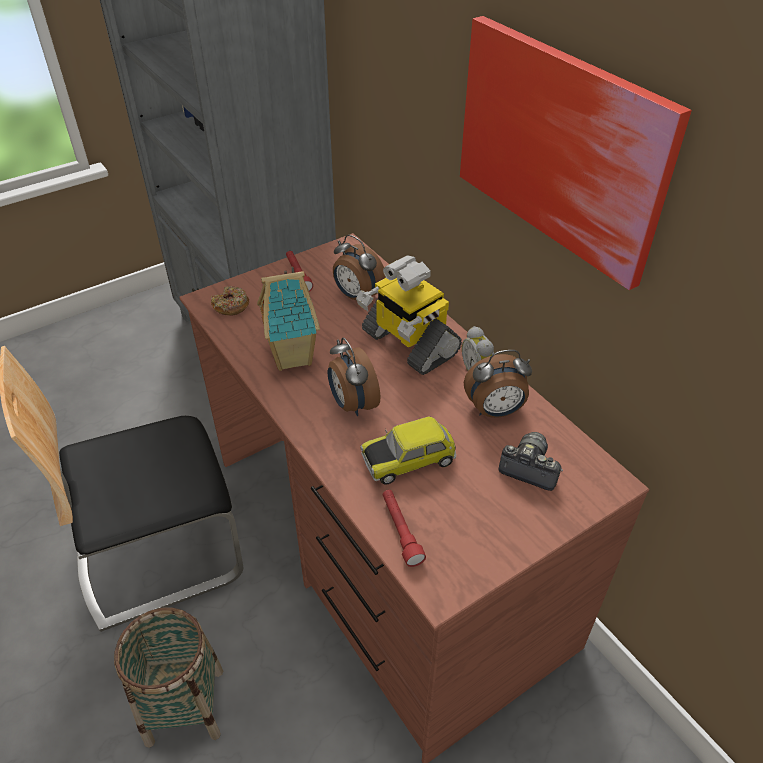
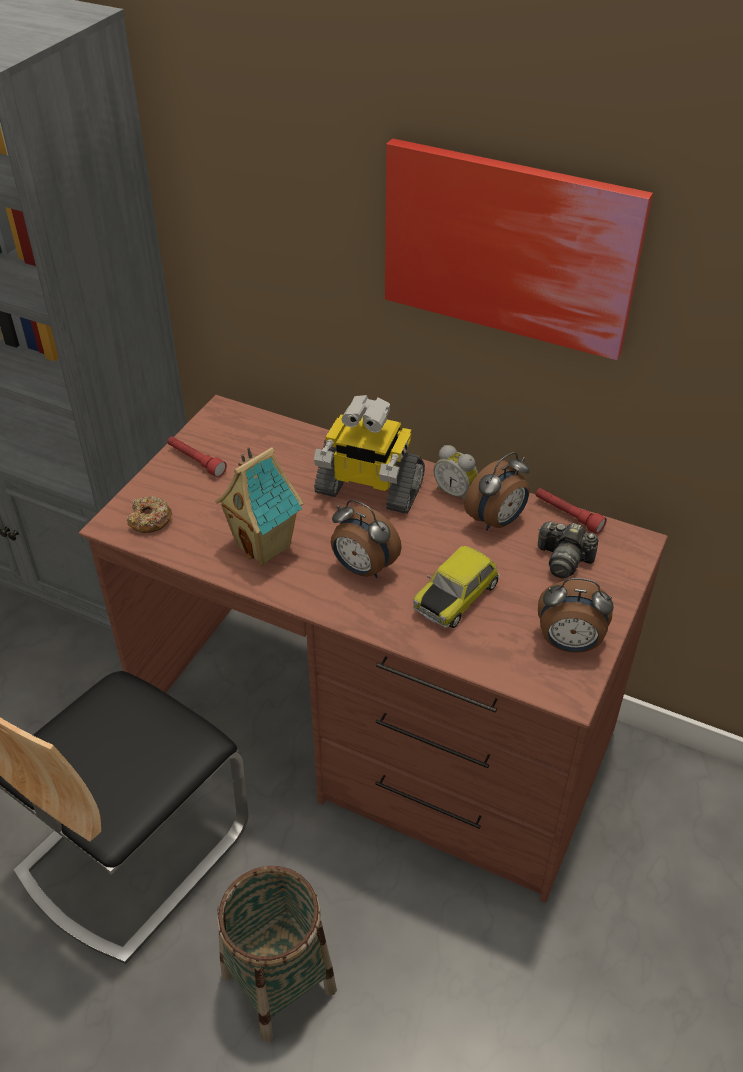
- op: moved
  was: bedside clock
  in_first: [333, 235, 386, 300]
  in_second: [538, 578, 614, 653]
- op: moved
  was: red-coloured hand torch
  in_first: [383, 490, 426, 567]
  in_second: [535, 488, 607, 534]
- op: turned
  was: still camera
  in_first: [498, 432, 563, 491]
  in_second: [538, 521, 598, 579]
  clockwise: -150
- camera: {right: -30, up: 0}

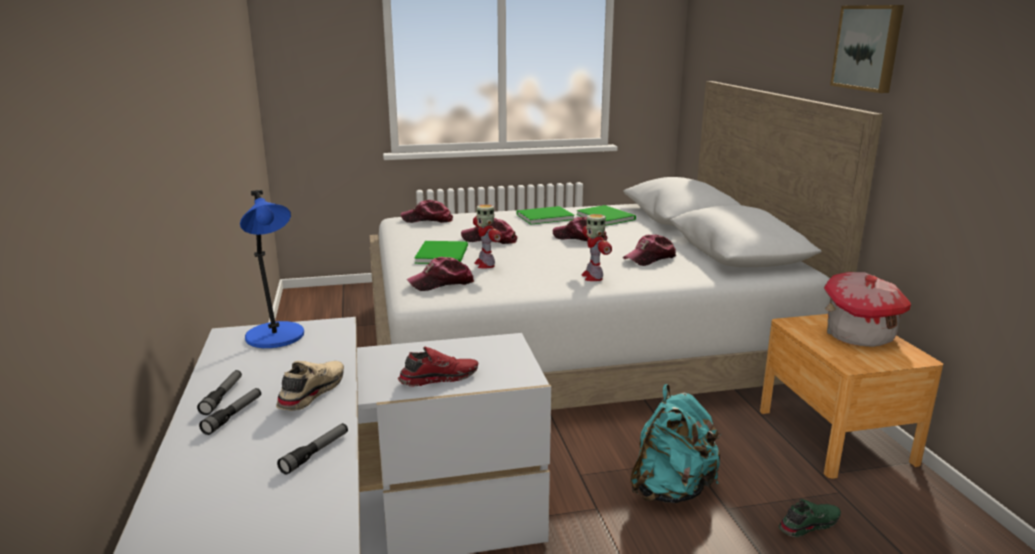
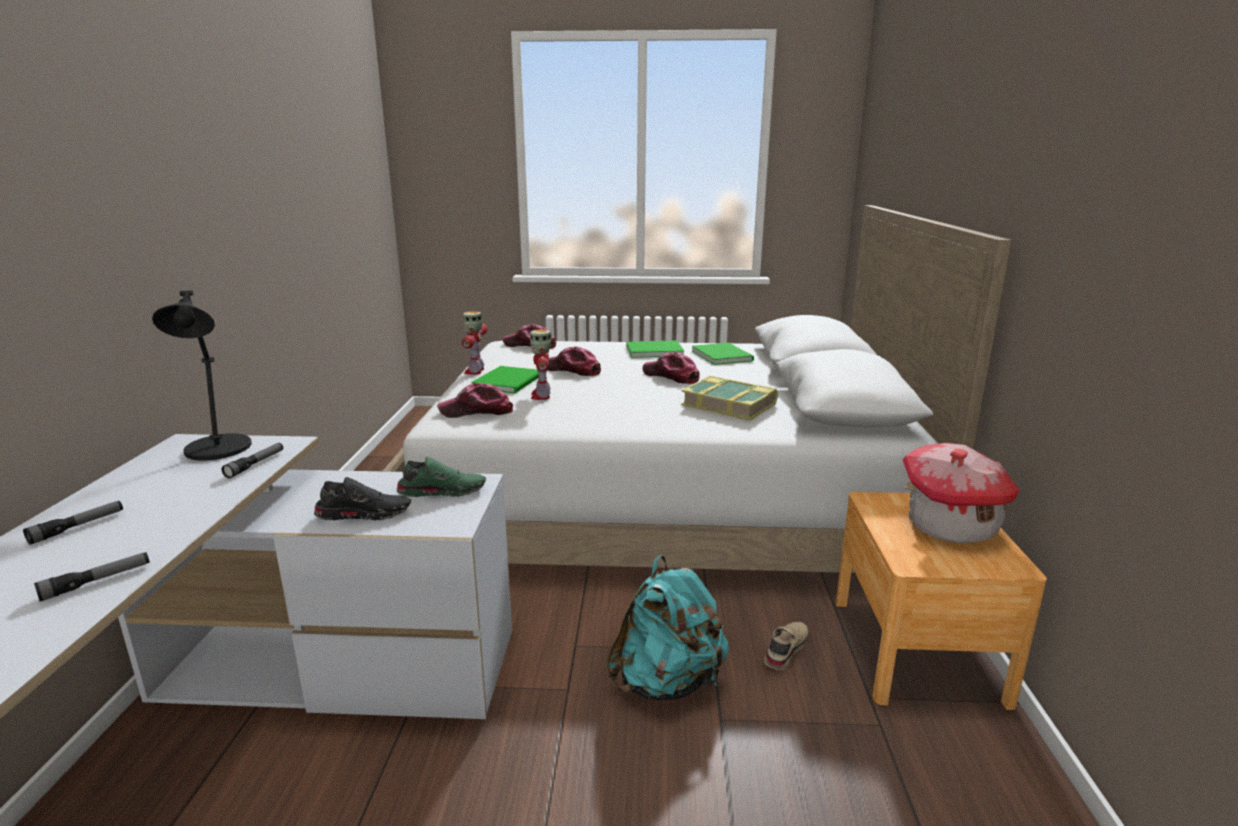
- op: moved
  was: hand torch
  in_first: [197, 370, 242, 415]
  in_second: [222, 443, 283, 478]
- op: recoloured
  was: bluish lamp for a table
  now: black-coloured lamp for a table
  in_first: [240, 190, 304, 348]
  in_second: [152, 290, 252, 460]
- op: moved
  was: sand-coloured low shoe
  in_first: [276, 361, 344, 411]
  in_second: [764, 622, 808, 670]
- op: recoloured
  was: red-coloured low shoe
  now: black-coloured low shoe
  in_first: [398, 347, 478, 386]
  in_second: [314, 477, 411, 520]
- op: moved
  was: robot figure
  in_first: [581, 214, 612, 281]
  in_second: [462, 311, 488, 375]
- op: replaced
  was: baseball cap
  now: volume
  in_first: [623, 234, 676, 266]
  in_second: [681, 376, 778, 421]
- op: moved
  was: greenish low shoe
  in_first: [779, 499, 841, 537]
  in_second: [397, 457, 486, 497]
- op: removed
  was: wall art
  in_first: [830, 5, 904, 93]
- camera: {right: 15, up: 0}

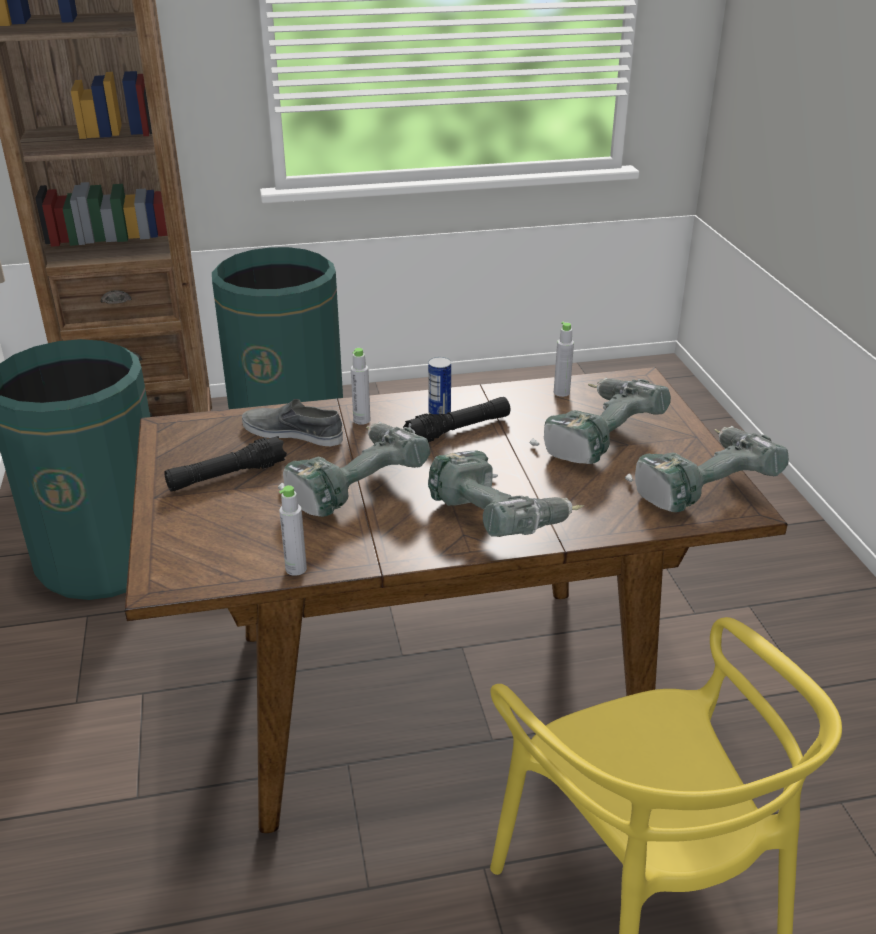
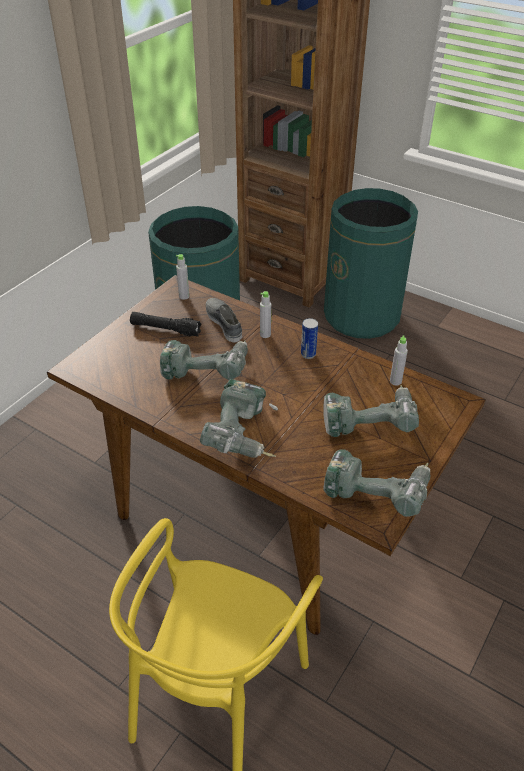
- op: moved
  was: greyish bottle
  in_first: [279, 485, 307, 576]
  in_second: [176, 254, 189, 300]
- op: removed
  was: black-coloured hand torch
  in_first: [403, 397, 510, 442]
- camera: {right: 45, up: 10}

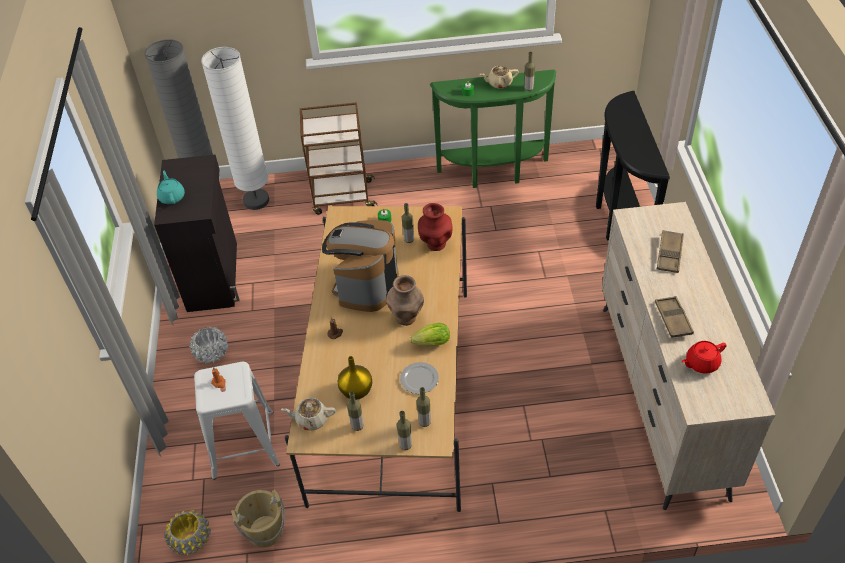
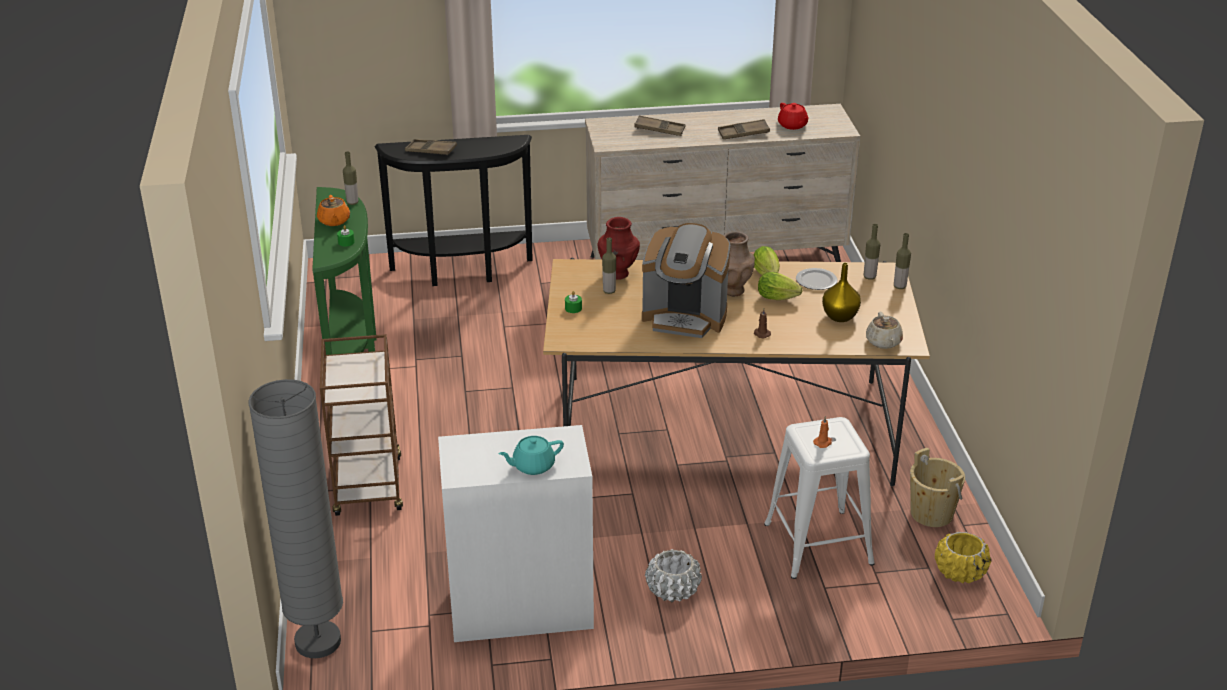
- op: recoloured
  was: black-coloured storage cabinet
  now: white storage cabinet
  in_first: [154, 155, 240, 312]
  in_second: [438, 425, 594, 642]
- op: removed
  was: white standing lamp
  in_first: [201, 47, 269, 210]
- op: removed
  was: bottle
  in_first: [347, 391, 364, 431]
- op: recoloured
  was: sand-coloured tea pot
  now: orange tea pot
  in_first: [480, 65, 519, 89]
  in_second: [317, 195, 350, 226]
- op: added
  now: brown-coloured tray
  in_second: [405, 139, 457, 155]
- op: added
  now: lettuce head
  in_second: [758, 272, 803, 300]
- camera: {right: -95, up: -15}

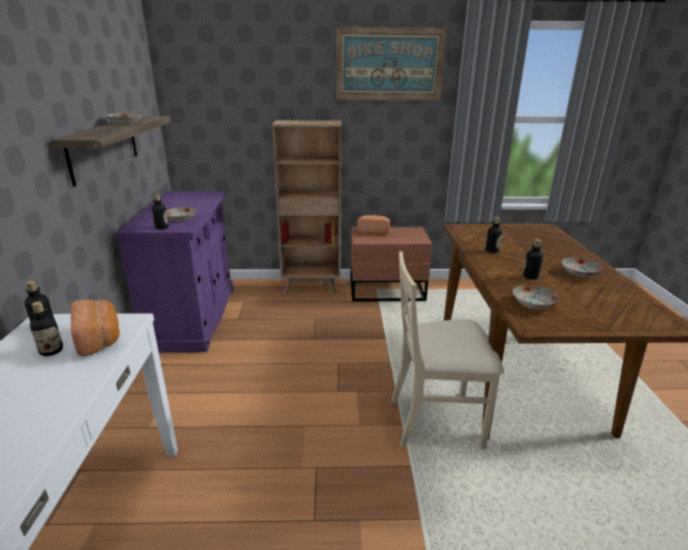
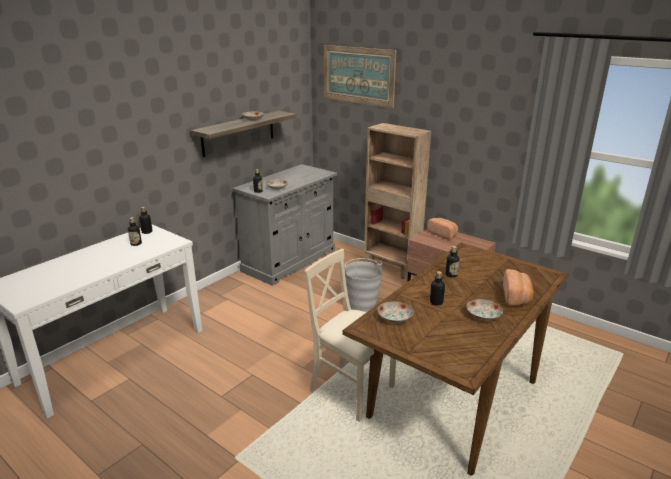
- op: moved
  was: bread
  in_first: [71, 299, 120, 356]
  in_second: [503, 269, 534, 306]
- op: recoloured
  was: purple storage cabinet
  now: greyish storage cabinet
  in_first: [115, 192, 234, 353]
  in_second: [232, 164, 337, 286]
- op: moved
  was: wall art
  in_first: [336, 27, 447, 101]
  in_second: [324, 45, 396, 108]
- op: added
  now: greyish water bucket
  in_second: [344, 258, 382, 312]
- camera: {right: 40, up: 0}

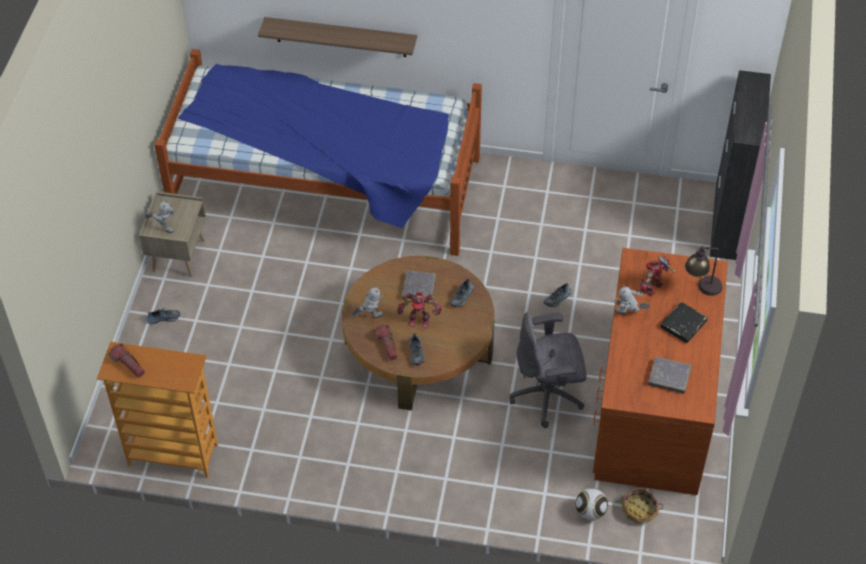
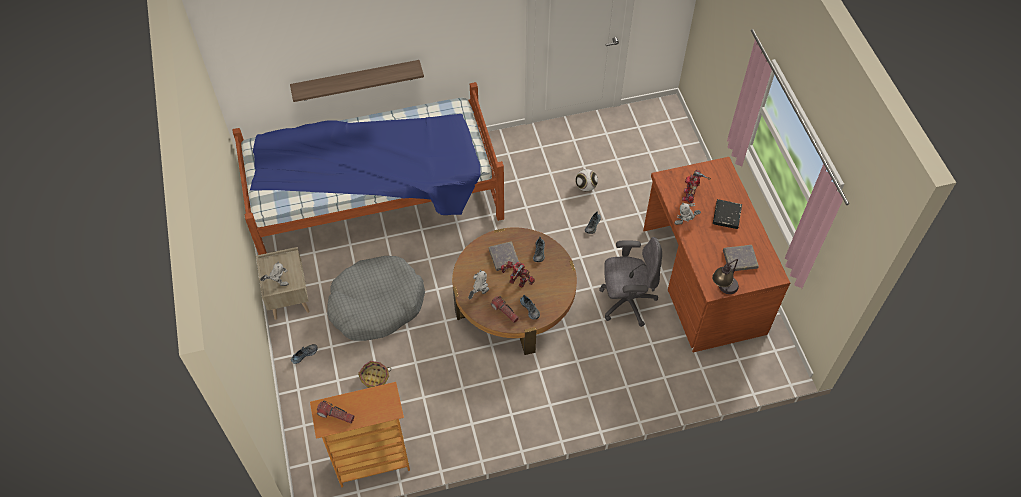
- op: turned
  was: robot figure
  in_first: [397, 282, 442, 328]
  in_second: [501, 261, 535, 287]
  clockwise: -135
- op: turned
  was: greyish desk chair
  in_first: [509, 312, 587, 428]
  in_second: [599, 237, 662, 327]
  clockwise: -150
- op: moved
  was: football
  in_first: [576, 488, 608, 520]
  in_second: [576, 169, 598, 192]
- op: moved
  was: storage basket
  in_first: [621, 488, 663, 523]
  in_second: [358, 361, 391, 388]
- op: moved
  was: lamp for a table
  in_first: [685, 246, 723, 296]
  in_second: [712, 259, 739, 294]
- op: removed
  was: black-coloured storage cabinet
  in_first: [709, 70, 771, 260]
- op: added
  now: greyish pet bed
  in_second: [327, 256, 425, 341]
- camera: {right: -25, up: 5}

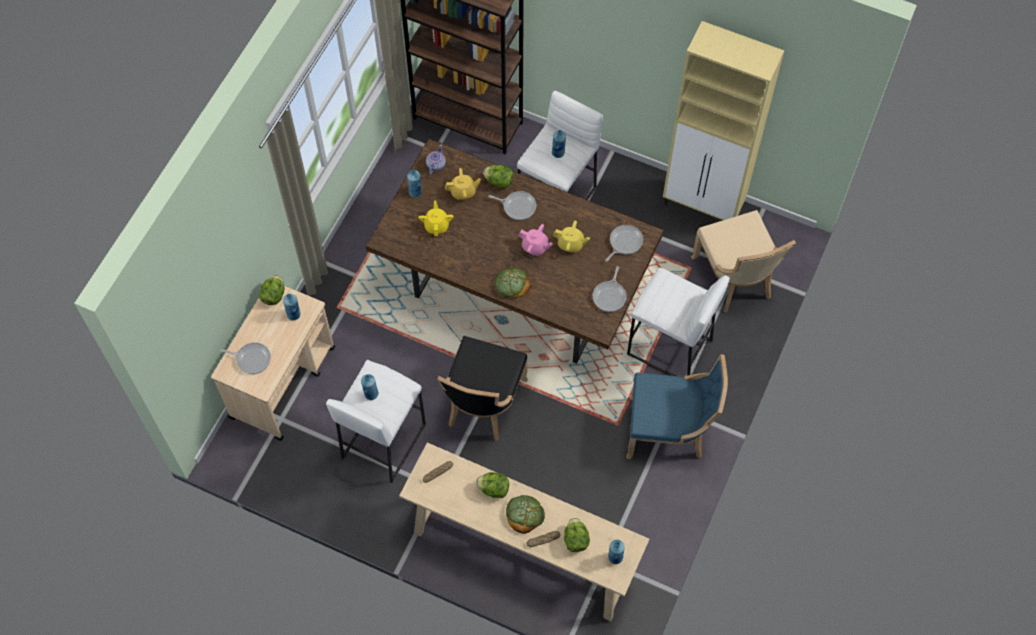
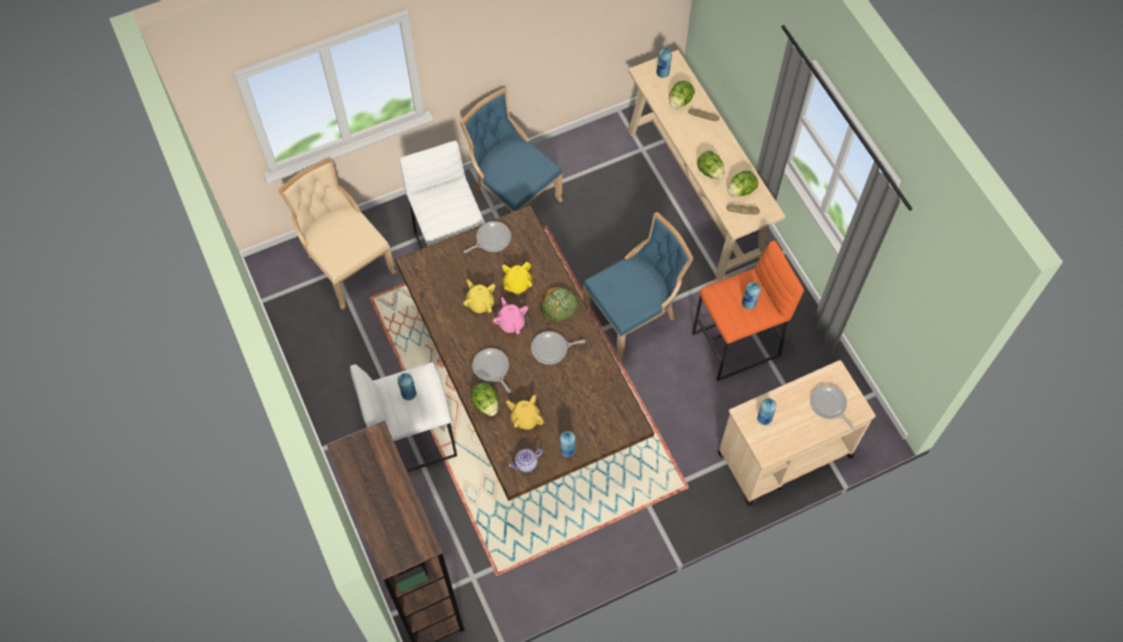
- op: moved
  was: lettuce head
  in_first: [259, 275, 284, 305]
  in_second: [728, 171, 758, 196]
- op: recoloured
  was: white sitting stool
  now: orange sitting stool
  in_first: [326, 360, 426, 483]
  in_second: [692, 240, 804, 381]
- op: moved
  was: yellow-coloured tea pot
  in_first: [418, 200, 454, 236]
  in_second: [502, 261, 532, 294]
- op: recoloured
  was: black-coloured plain chair
  now: bluish plain chair
  in_first: [437, 336, 528, 441]
  in_second: [583, 212, 693, 360]
- op: removed
  was: bread
  in_first: [506, 495, 545, 534]
- op: moved
  was: pan
  in_first: [605, 225, 643, 262]
  in_second: [531, 331, 585, 365]
- op: removed
  was: sand-coloured storage cabinet
  in_first: [663, 21, 784, 220]
- op: turned
  was: sand-coloured plain chair
  in_first: [691, 210, 796, 312]
  in_second: [278, 157, 397, 309]
  clockwise: -60
- camera: {right: -140, up: 0}

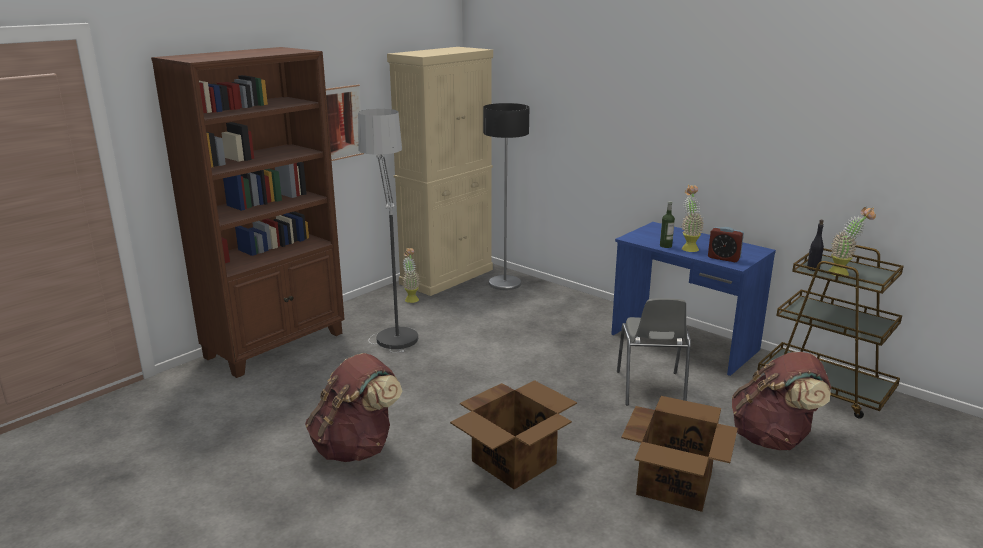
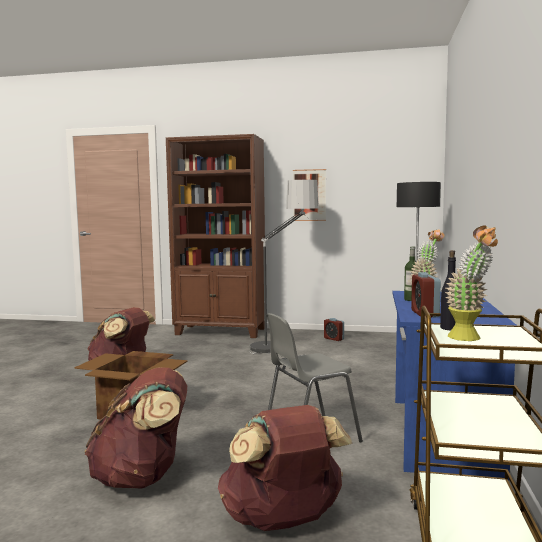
- op: removed
  was: sand-coloured storage cabinet
  in_first: [387, 47, 493, 296]
- op: replaced
  was: potted plant
  now: bedside clock
  in_first: [402, 248, 420, 303]
  in_second: [324, 318, 344, 341]
- op: replaced
  was: carton
  now: brown-coloured backpack
  in_first: [621, 396, 738, 512]
  in_second: [84, 368, 187, 489]
- camera: {right: 60, up: -15}

